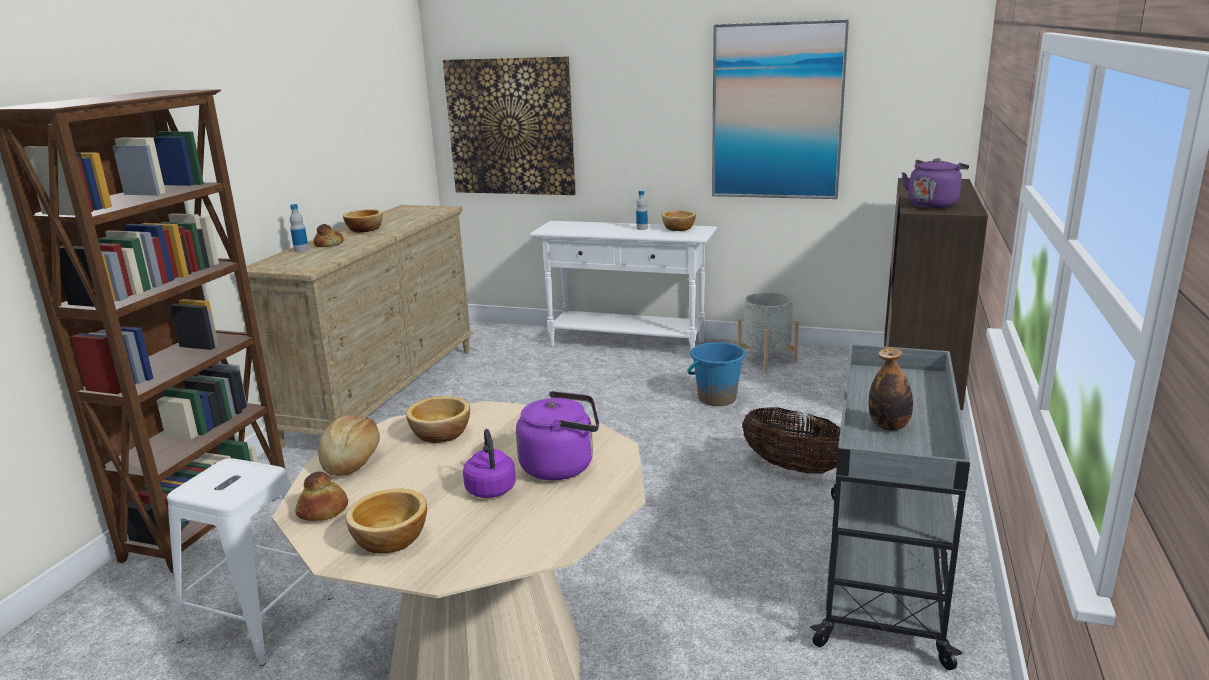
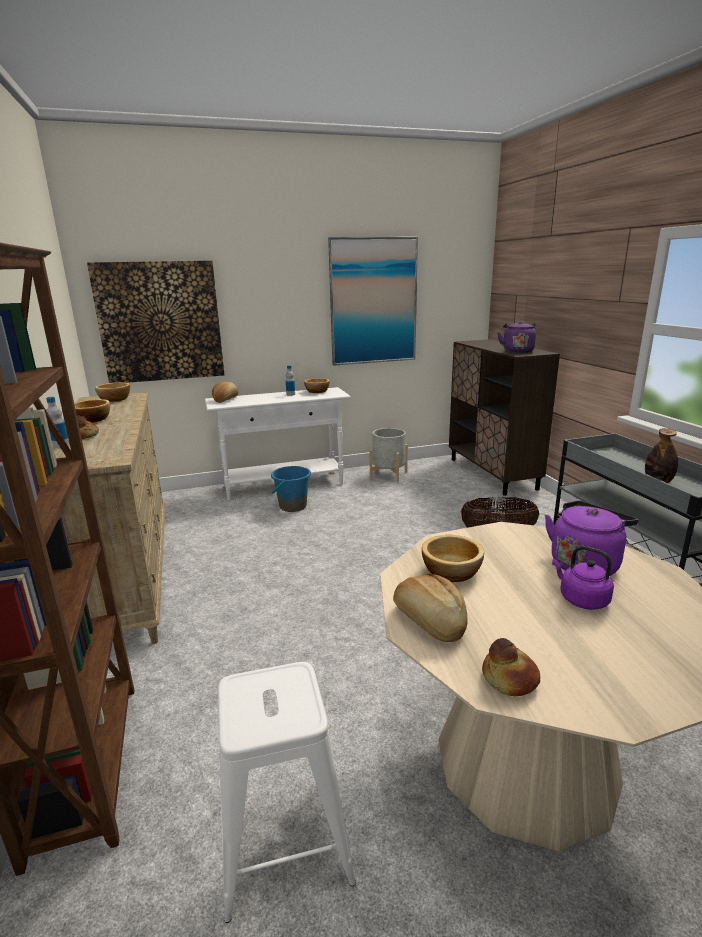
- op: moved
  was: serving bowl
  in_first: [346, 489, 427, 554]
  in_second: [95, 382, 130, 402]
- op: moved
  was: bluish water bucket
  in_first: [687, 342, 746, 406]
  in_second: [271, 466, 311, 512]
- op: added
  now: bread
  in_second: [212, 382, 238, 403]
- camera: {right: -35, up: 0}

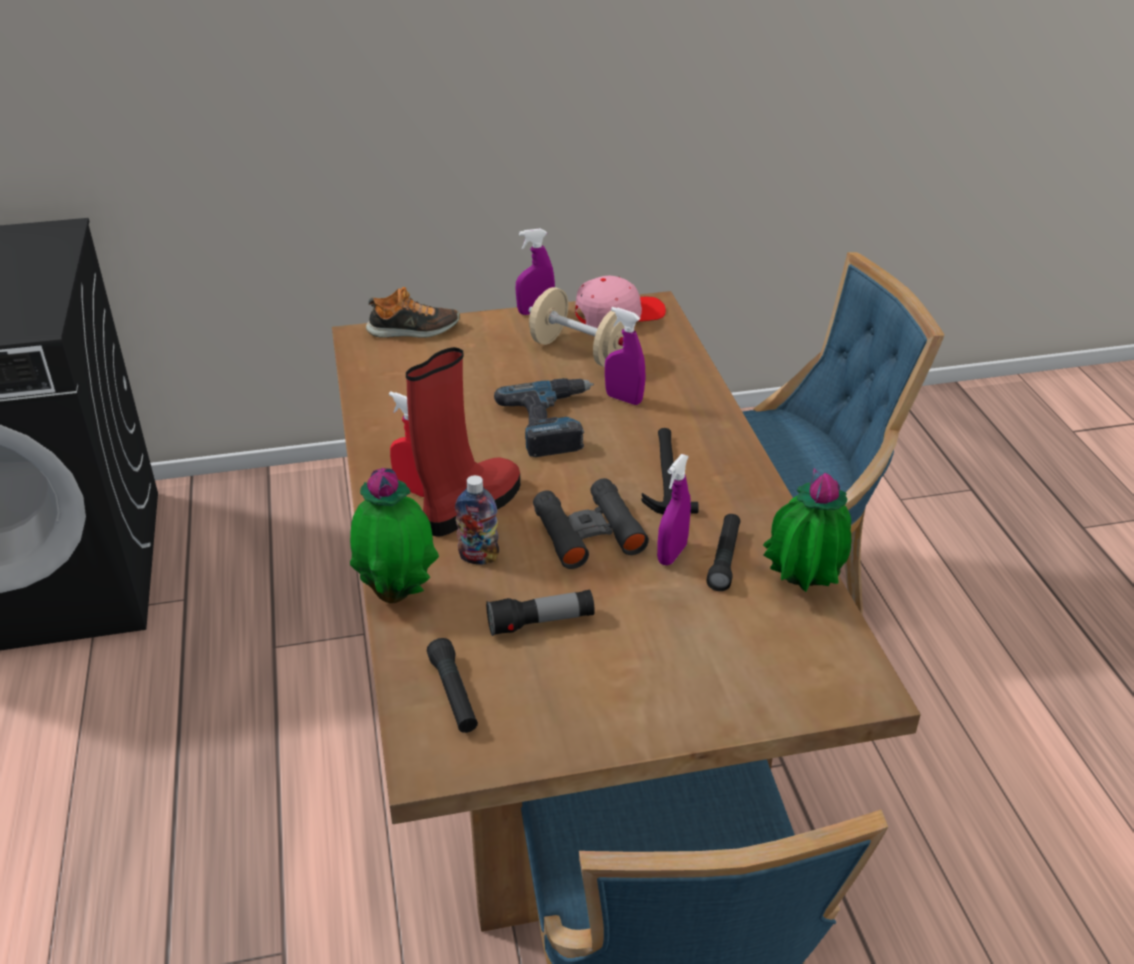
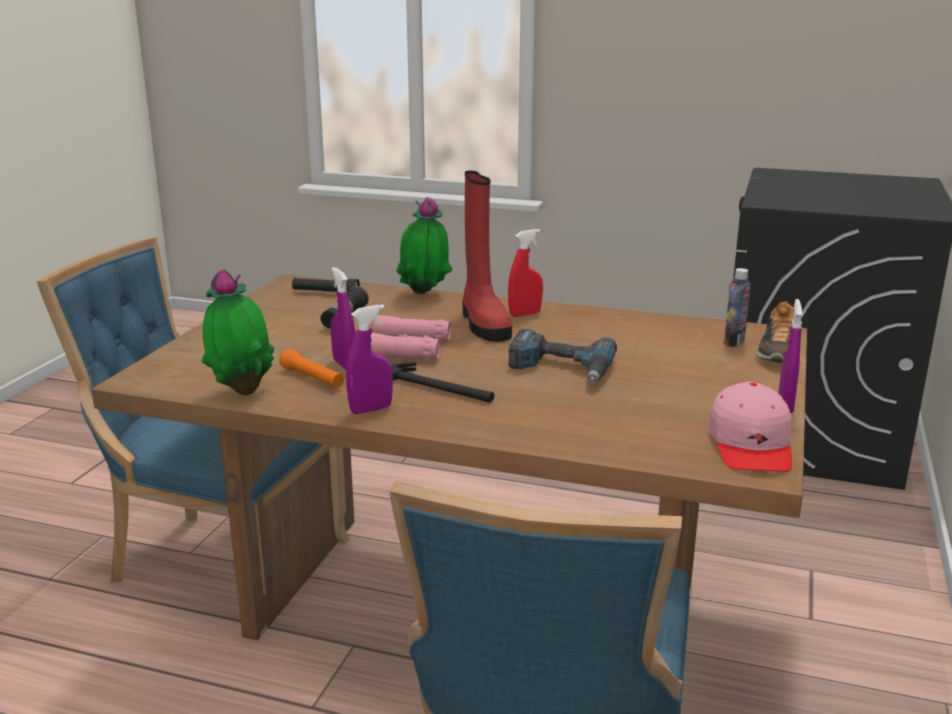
- op: moved
  was: bottle
  in_first: [455, 475, 499, 565]
  in_second: [724, 268, 751, 347]
- op: removed
  was: sand-coloured dumbbell
  in_first: [529, 287, 624, 367]
- op: recoloured
  was: black-coloured binoculars
  now: pink binoculars
  in_first: [533, 478, 649, 569]
  in_second: [371, 315, 451, 360]
- op: moved
  was: purple sprayer
  in_first: [605, 307, 645, 405]
  in_second: [346, 305, 393, 414]
- op: recoloured
  was: black-coloured hand torch
  now: orange hand torch
  in_first: [706, 514, 740, 591]
  in_second: [279, 349, 344, 388]
- camera: {right: 120, up: -15}

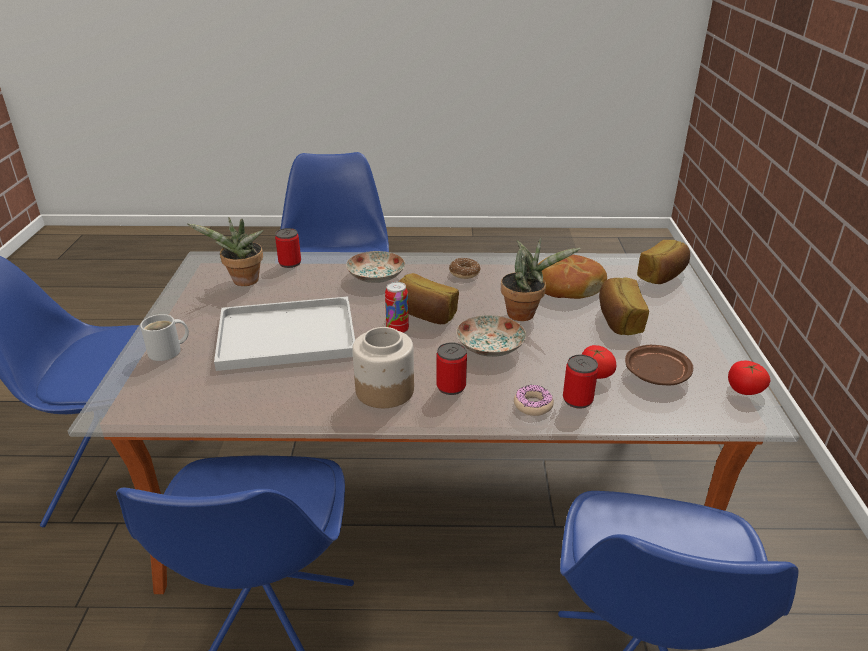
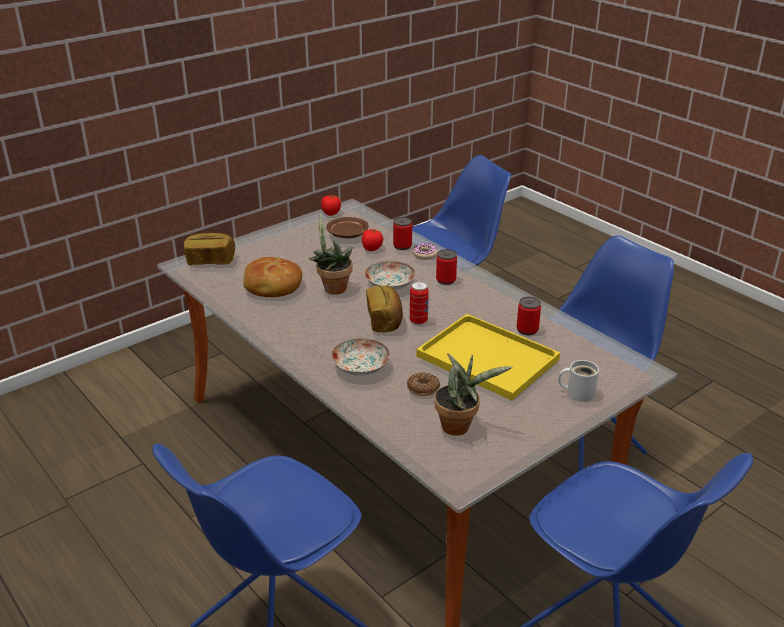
- op: recoloured
  was: white tray
  now: yellow-coloured tray
  in_first: [214, 296, 355, 371]
  in_second: [417, 314, 560, 401]
- op: moved
  was: sealed can
  in_first: [275, 228, 301, 268]
  in_second: [517, 297, 541, 335]
- op: removed
  was: preserve jar
  in_first: [352, 327, 414, 408]
- op: moved
  was: ring doughnut
  in_first: [449, 258, 481, 279]
  in_second: [407, 372, 440, 396]
- op: removed
  was: bread
  in_first: [599, 277, 649, 335]
- camera: {right: -130, up: 0}

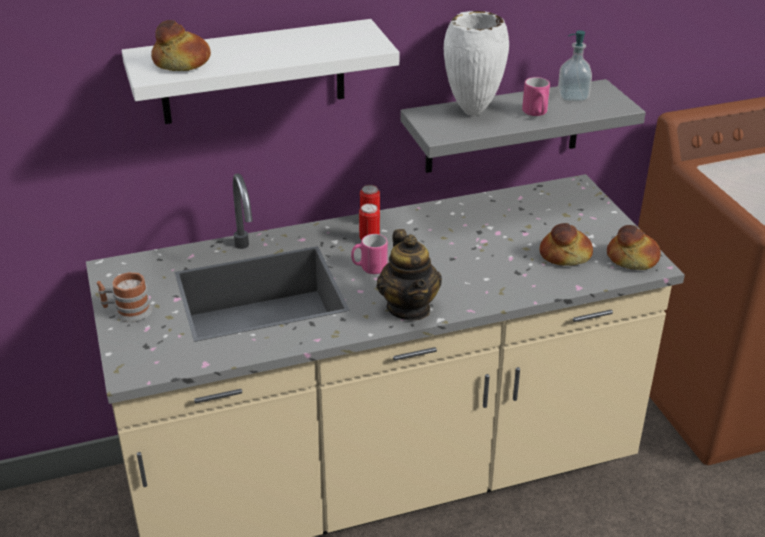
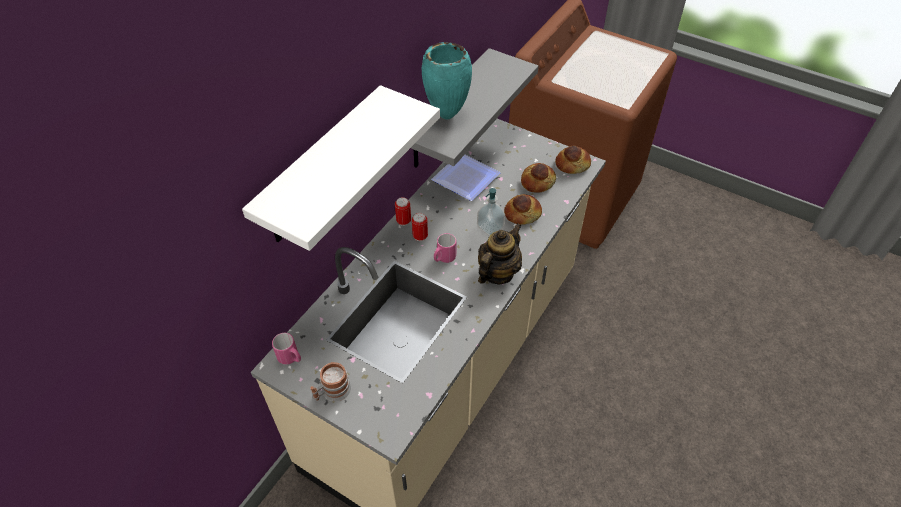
- op: moved
  was: bread
  in_first: [151, 20, 211, 71]
  in_second: [504, 194, 542, 225]
- op: turned
  was: tea pot
  in_first: [377, 229, 442, 321]
  in_second: [478, 223, 522, 285]
  clockwise: -90
- op: recoloured
  was: white vase
  now: blue-green vase
  in_first: [444, 11, 509, 116]
  in_second: [422, 42, 472, 120]
- op: moved
  was: pink coffee mug
  in_first: [522, 77, 550, 116]
  in_second: [272, 333, 301, 365]
- op: moved
  was: soap dispenser
  in_first: [558, 30, 592, 102]
  in_second: [477, 188, 505, 236]
- op: added
  now: flat dish
  in_second: [431, 155, 500, 201]
- camera: {right: -40, up: 15}

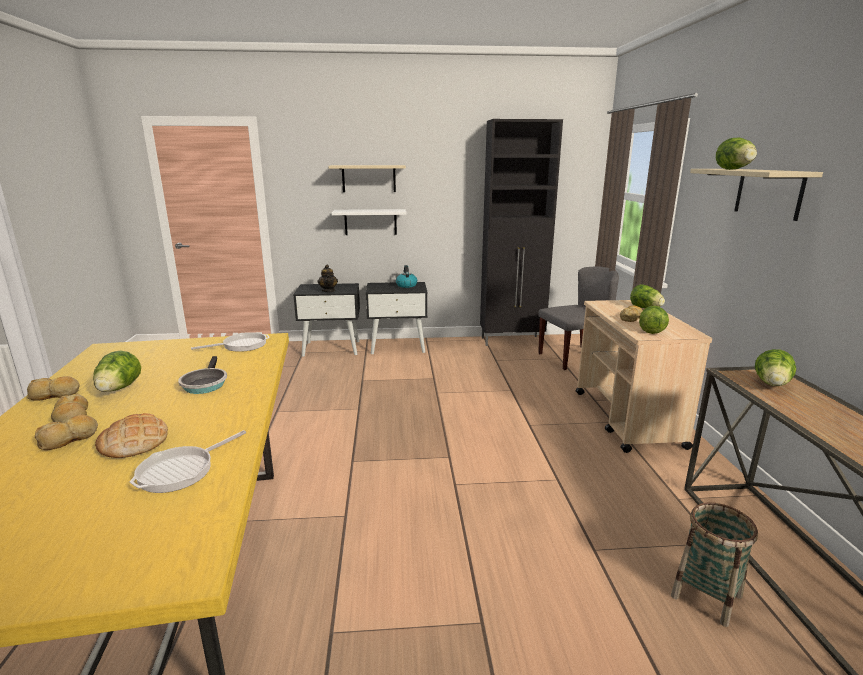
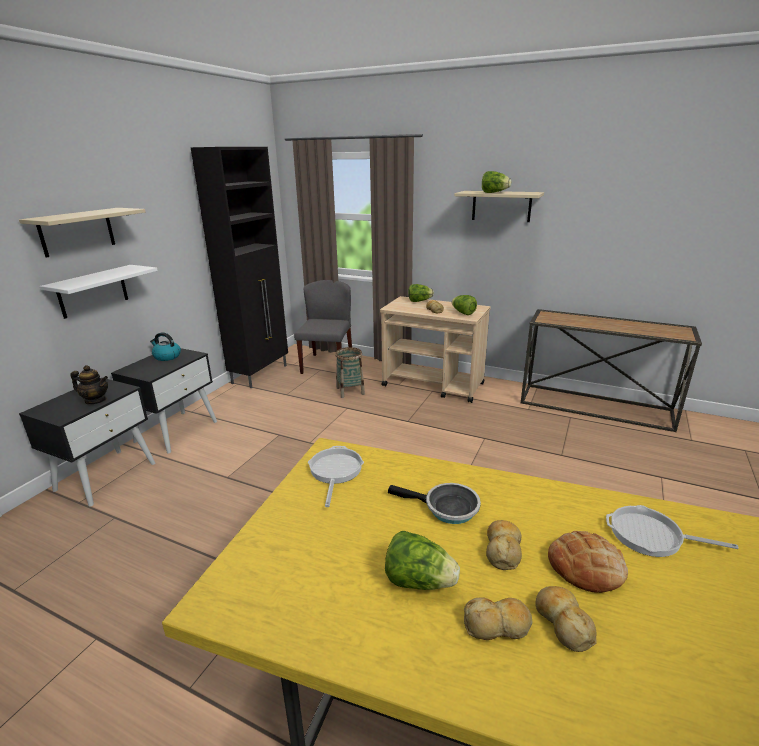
- op: moved
  was: bread
  in_first: [27, 376, 80, 401]
  in_second: [486, 520, 522, 570]
- op: turned
  was: pan
  in_first: [130, 430, 246, 493]
  in_second: [606, 505, 739, 557]
  clockwise: 135
- op: moved
  was: storage basket
  in_first: [671, 502, 758, 627]
  in_second: [335, 347, 365, 398]
- op: removed
  was: lettuce head
  in_first: [755, 349, 796, 386]
- camera: {right: -60, up: 5}

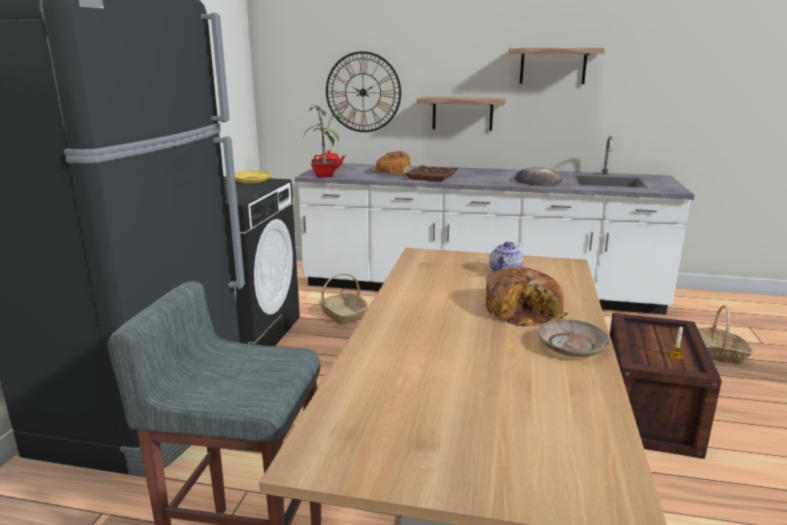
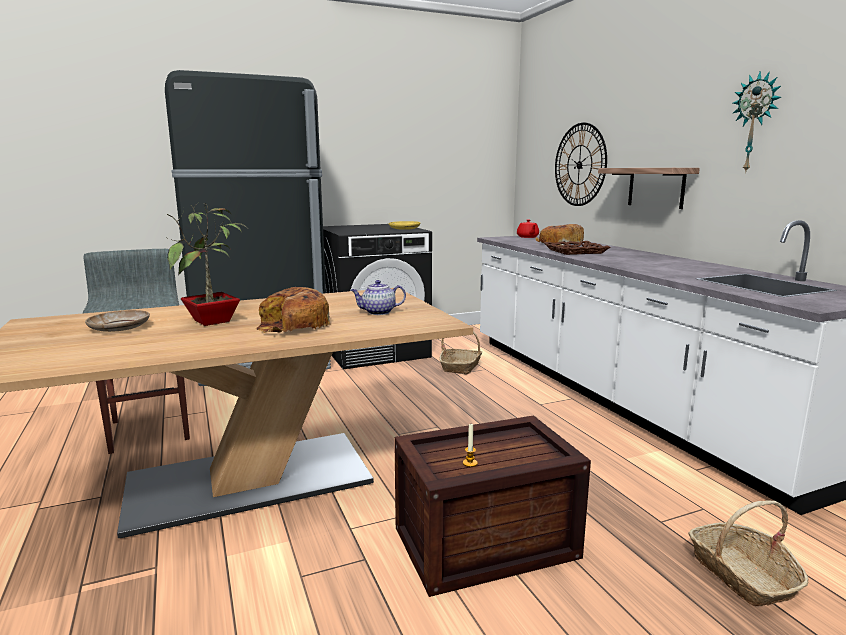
- op: moved
  was: potted plant
  in_first: [303, 104, 345, 177]
  in_second: [167, 203, 247, 326]
- op: replaced
  was: wall shelf
  now: hanging clock
  in_first: [508, 48, 605, 84]
  in_second: [733, 71, 781, 173]
- op: removed
  was: bread
  in_first: [515, 167, 562, 185]
- op: moved
  was: sand-coloured flat dish
  in_first: [538, 319, 610, 357]
  in_second: [85, 310, 150, 332]
- camera: {right: 55, up: -5}

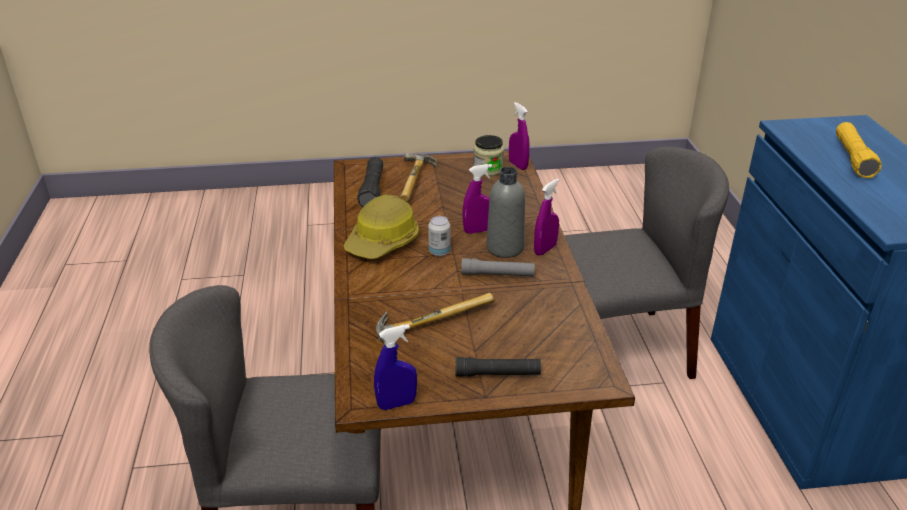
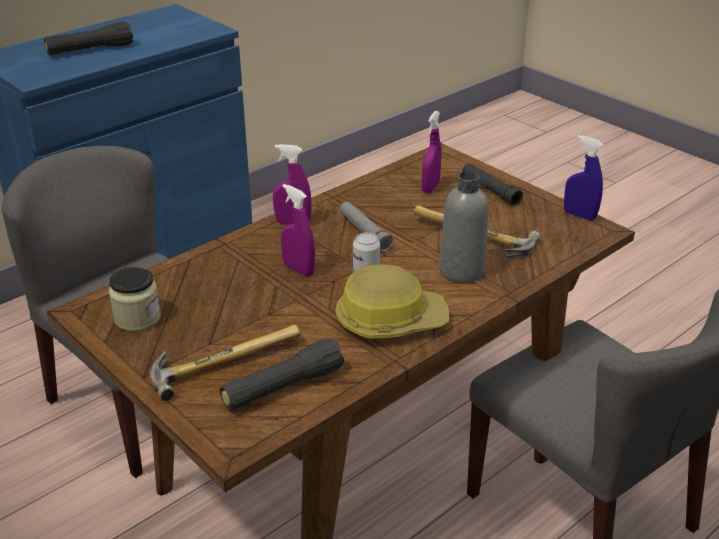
- op: moved
  was: greyish bottle
  in_first: [486, 167, 525, 258]
  in_second: [439, 171, 488, 283]
- op: moved
  was: purple sprayer
  in_first: [509, 102, 530, 170]
  in_second: [422, 111, 442, 193]
- op: recoloured
  was: yellow-coloured hand torch
  now: black-coloured hand torch
  in_first: [836, 122, 881, 178]
  in_second: [44, 21, 133, 55]
- camera: {right: -125, up: 0}

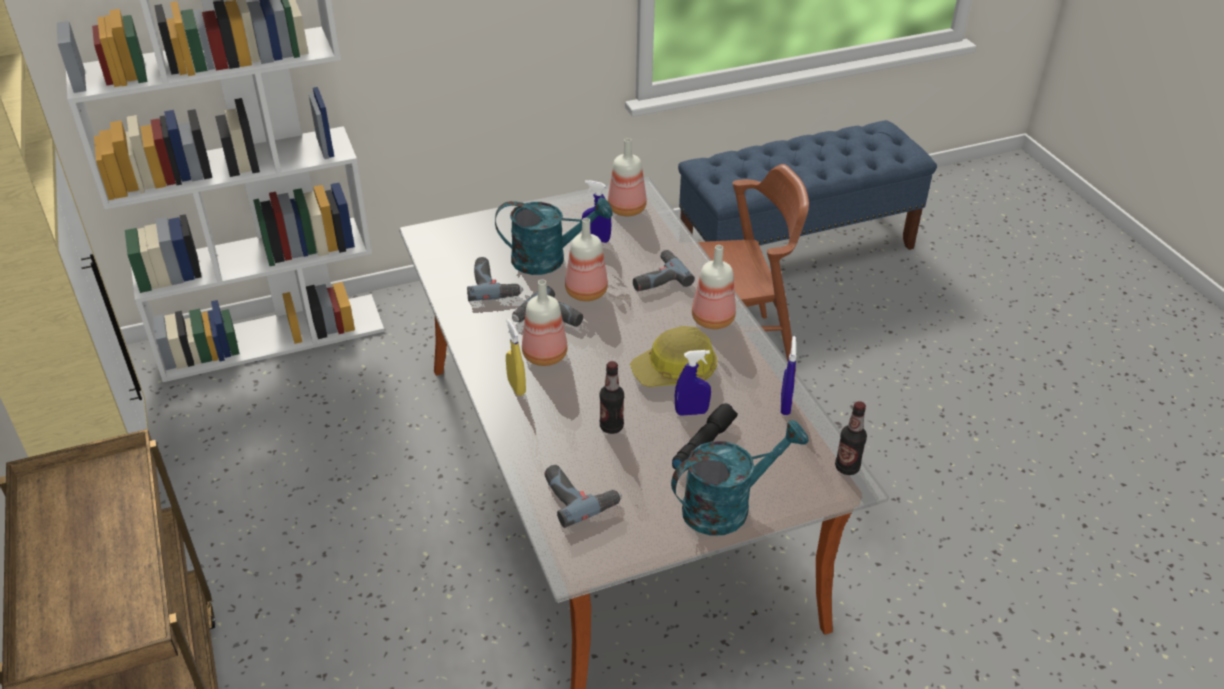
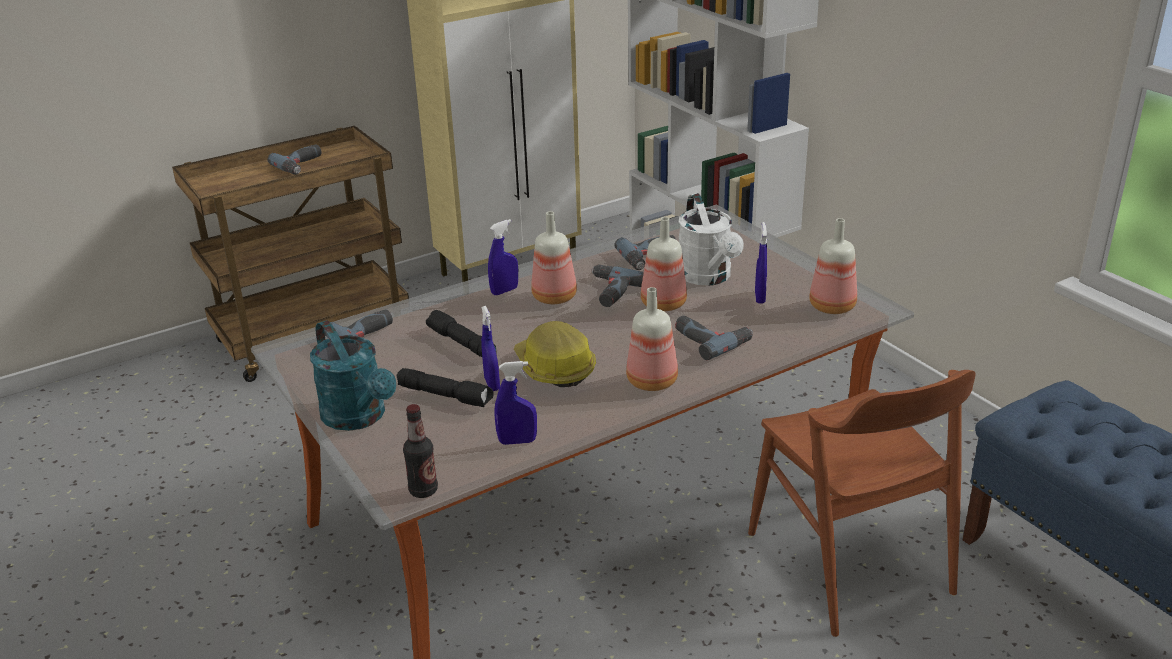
- op: recoloured
  was: blue-green watering pot
  now: white watering pot
  in_first: [495, 197, 613, 275]
  in_second: [679, 193, 744, 286]
- op: recoloured
  was: yellow-coloured sprayer
  now: bluish sprayer
  in_first: [506, 319, 526, 396]
  in_second: [488, 219, 518, 295]
- op: replaced
  was: bottle
  now: black-coloured hand torch
  in_first: [600, 361, 624, 434]
  in_second: [426, 310, 496, 357]
- op: added
  now: electric drill
  in_second: [267, 144, 322, 175]
- camera: {right: 80, up: -10}

